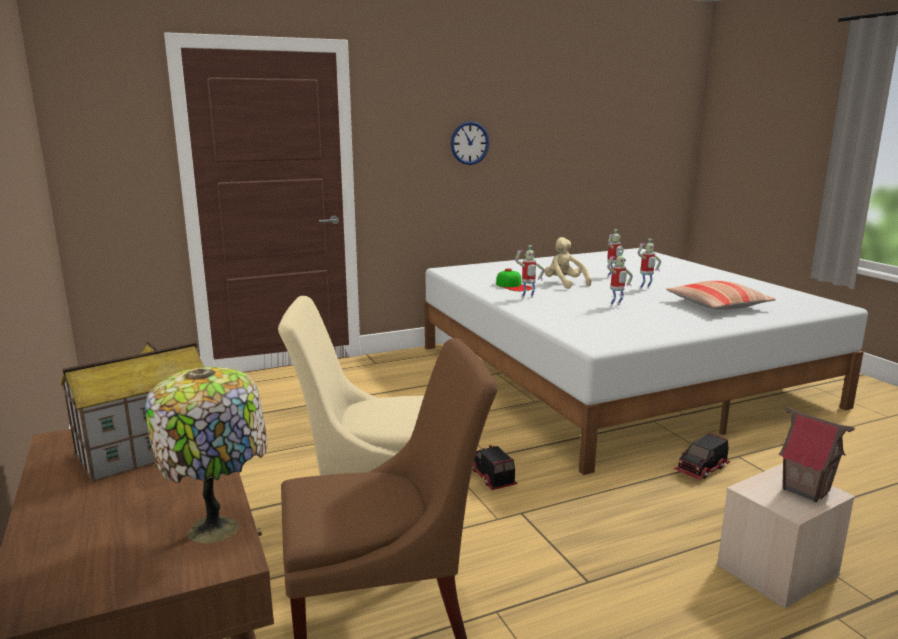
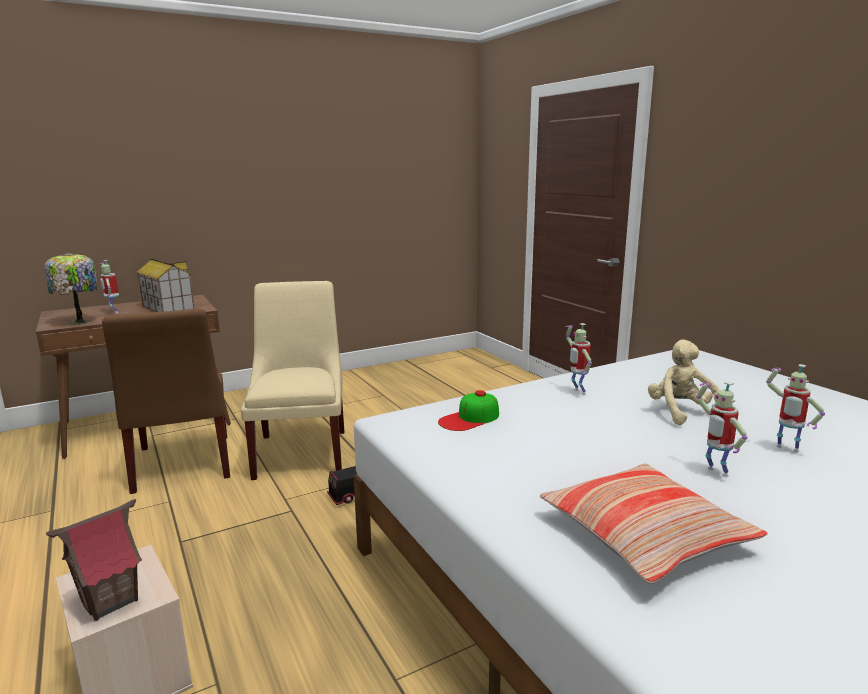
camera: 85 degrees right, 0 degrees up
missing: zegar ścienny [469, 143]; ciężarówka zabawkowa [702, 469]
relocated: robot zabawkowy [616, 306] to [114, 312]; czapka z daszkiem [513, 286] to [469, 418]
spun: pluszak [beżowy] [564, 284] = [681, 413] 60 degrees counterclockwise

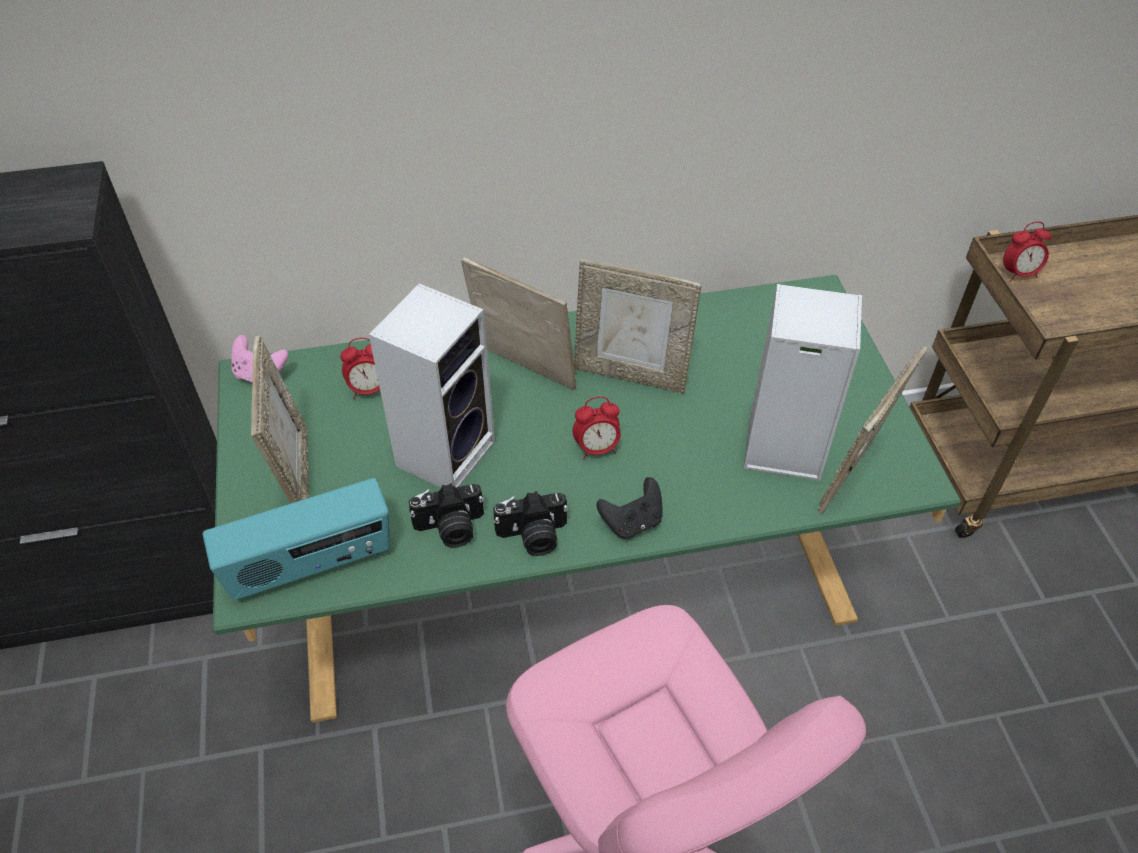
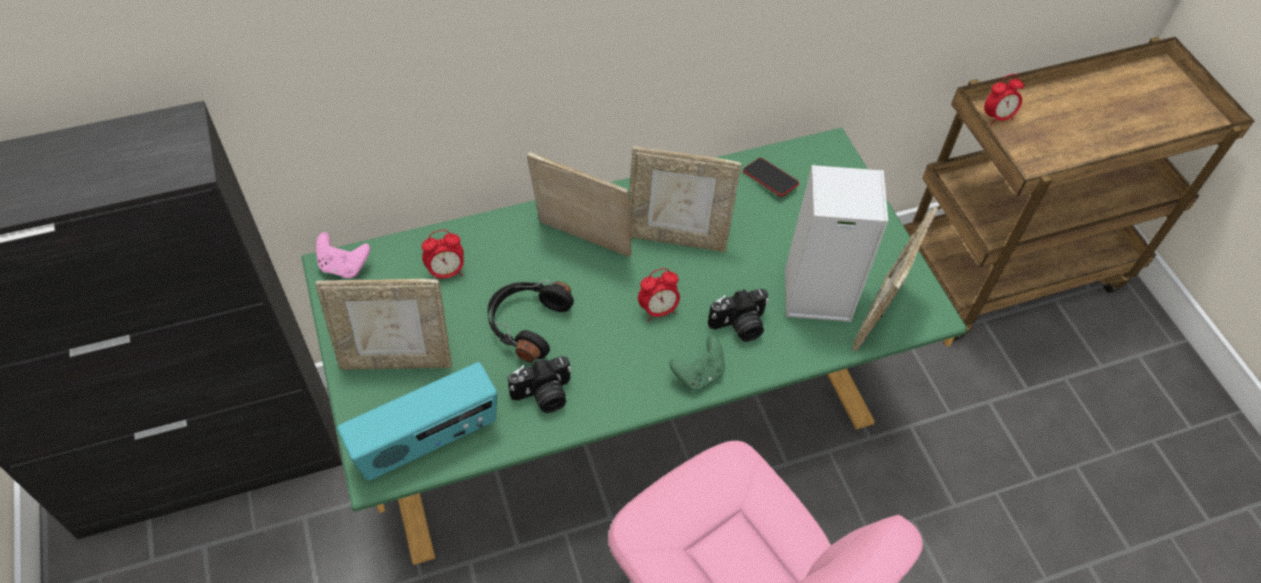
camera: 10 degrees left, 5 degrees up
appeared: telefon [770, 180]
relocated: aparat fotograficzny [533, 536] to [739, 326]
exchanged: głośnik [446, 450] to słuchawki [czarny] [526, 324]
colour: pad do gier [czarny] [632, 522] to pad do gier [zielony] [699, 374]
spun: ramka na zdjęcie [296, 476] = [397, 360] 105 degrees clockwise

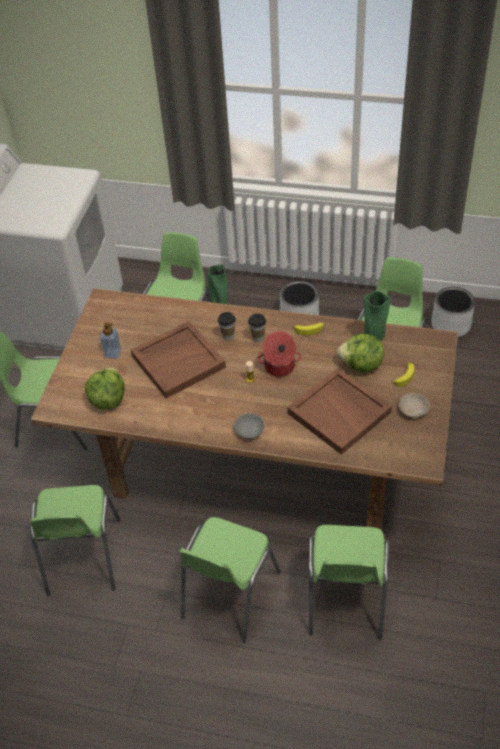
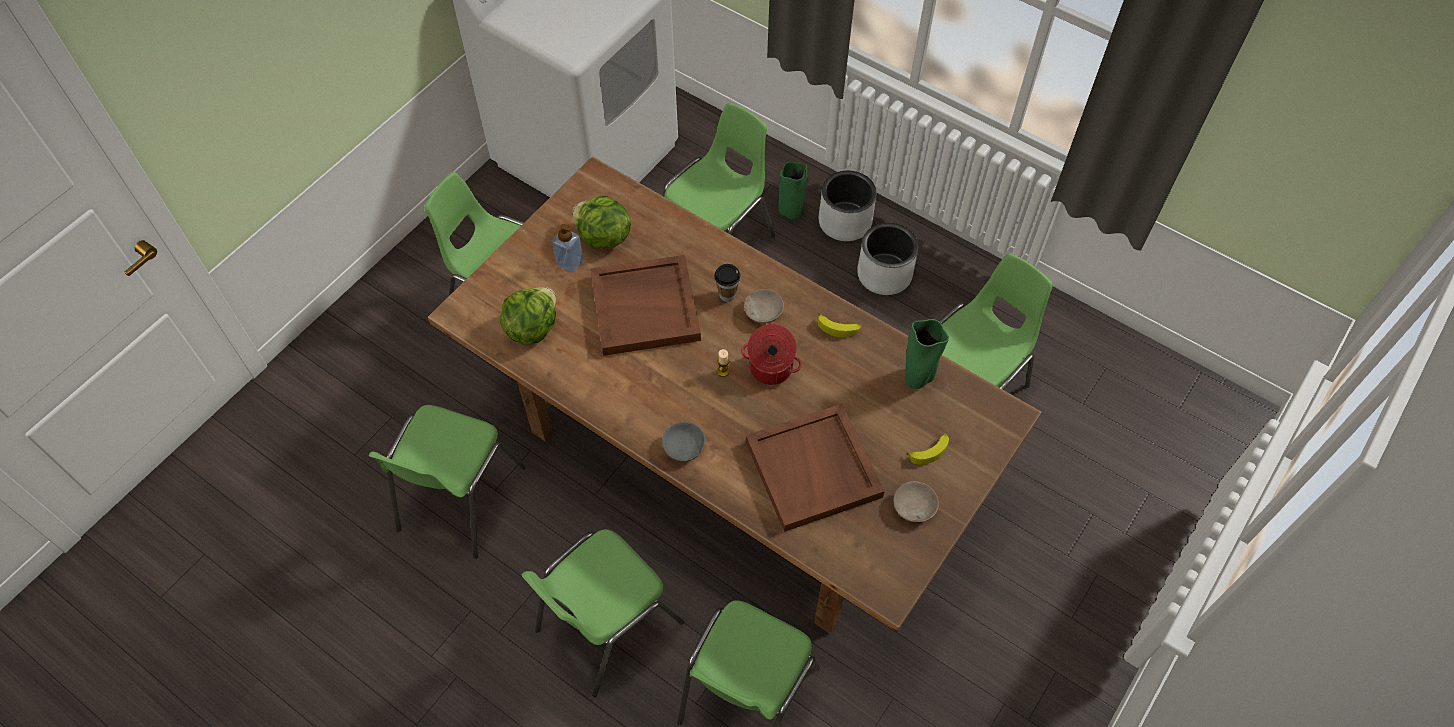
camera: 20 degrees right, 10 degrees up
relocated: donica [szary] [451, 325] to [845, 222]; sałata [361, 365] to [603, 237]
exchanged: filiżanka [258, 337] to miska [beżowy] [764, 313]

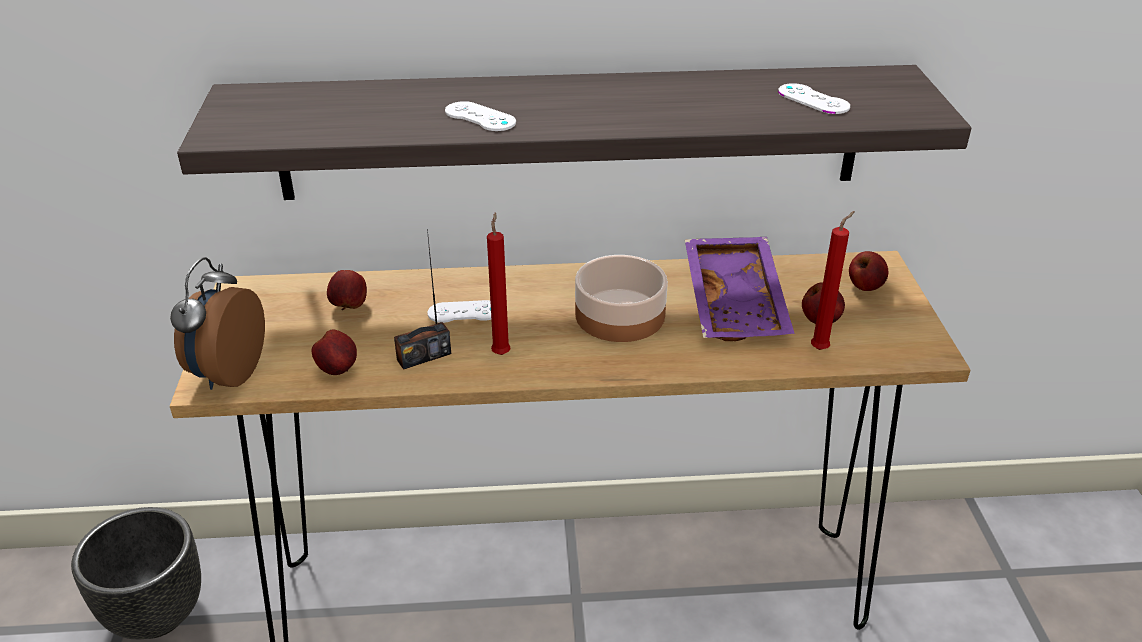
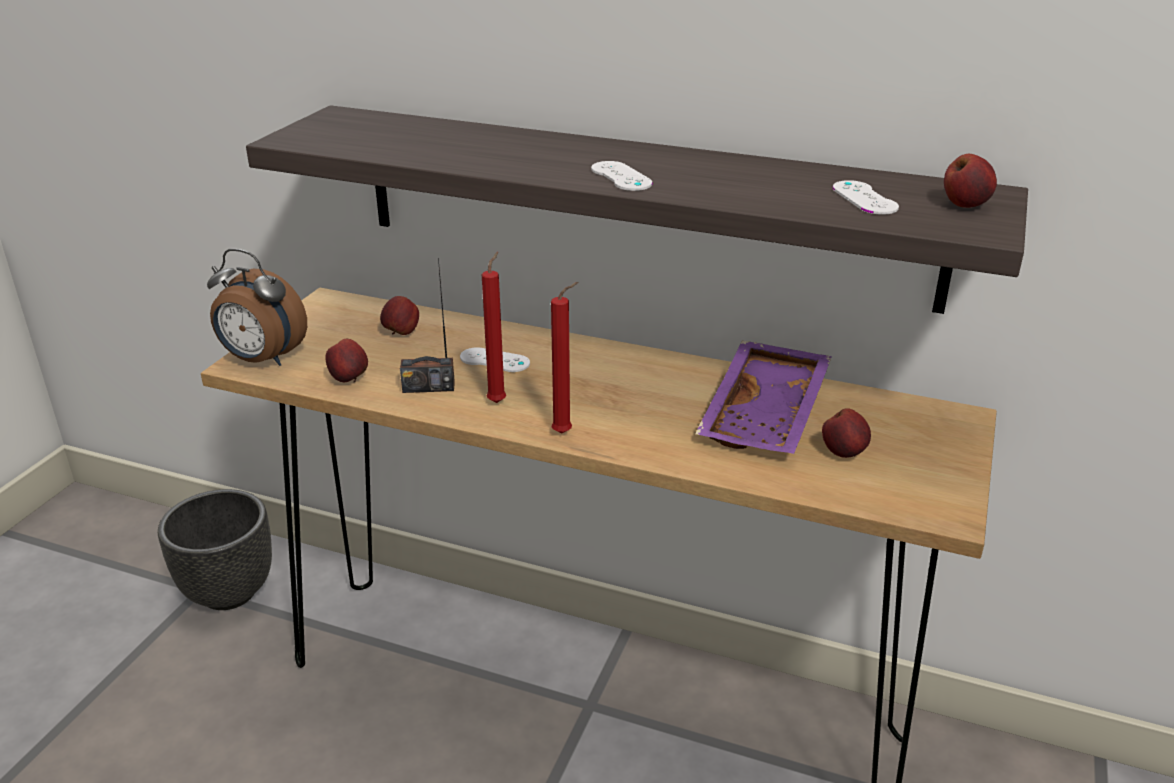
camera: 25 degrees right, 5 degrees down
missing: miska [619, 314]
relocated: pad do gier [biały] [480, 117] to [621, 176]; świeca [czerwony] [821, 348] to [565, 433]; jabłko [865, 287] to [965, 205]
spun: budzik [226, 373] = [262, 360] 105 degrees counterclockwise

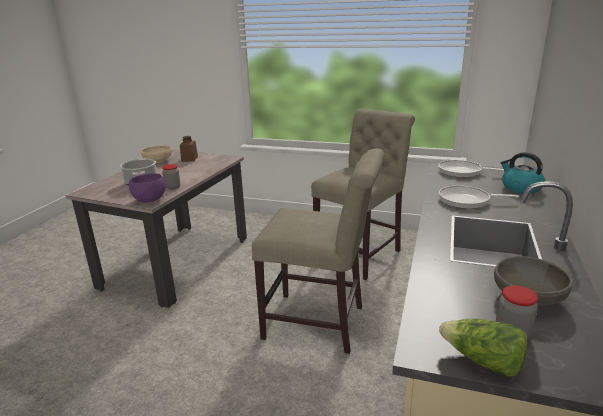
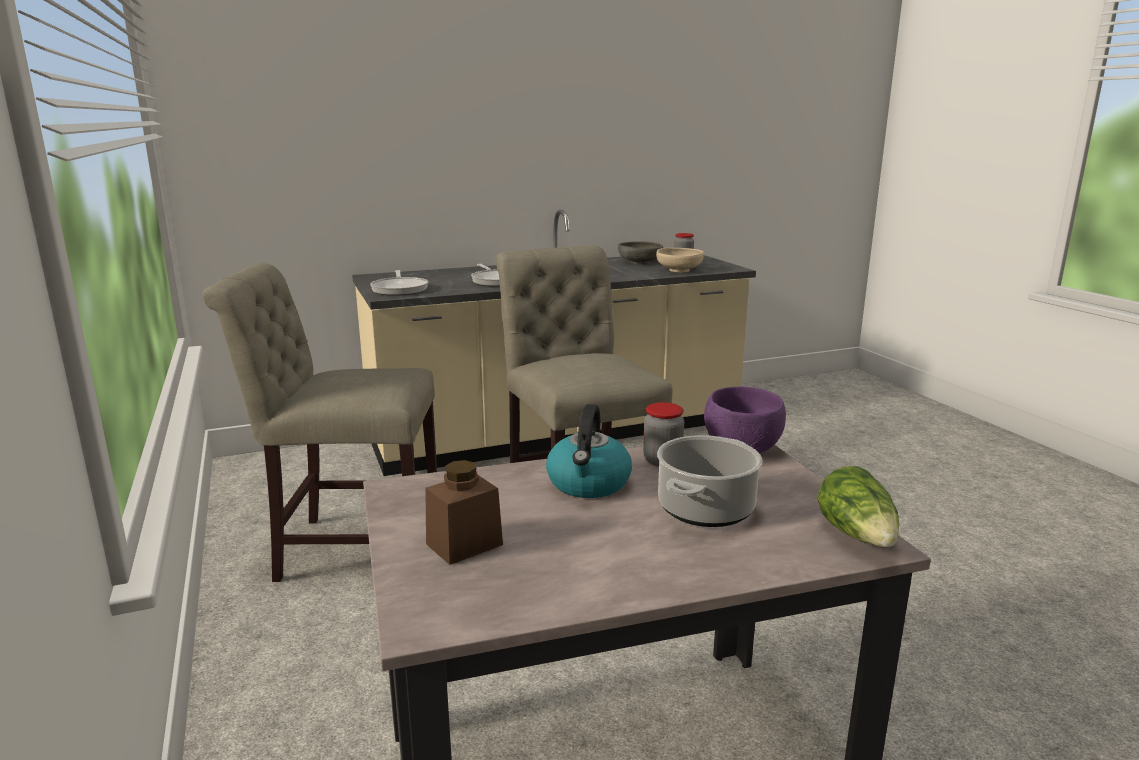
camera: 130 degrees left, 5 degrees down
relocated: miska [beżowy] [158, 161] to [679, 270]; czajnik [520, 188] to [589, 484]; sałata [482, 361] to [858, 536]

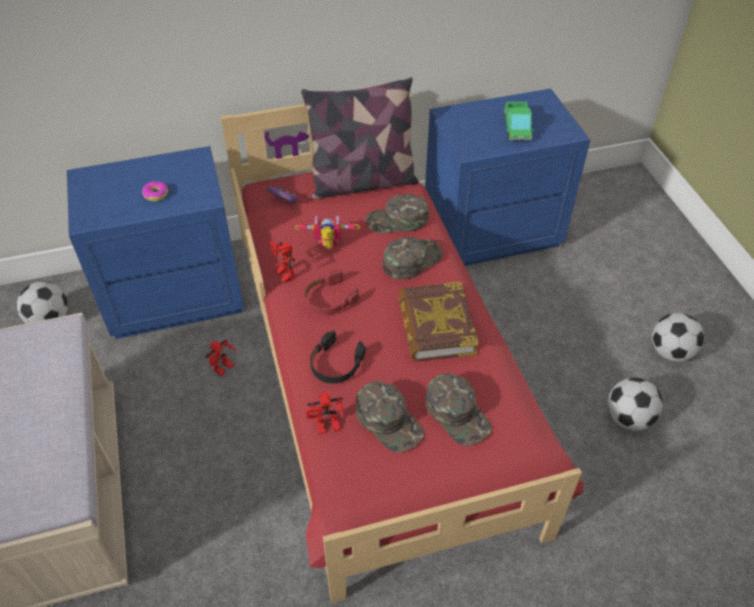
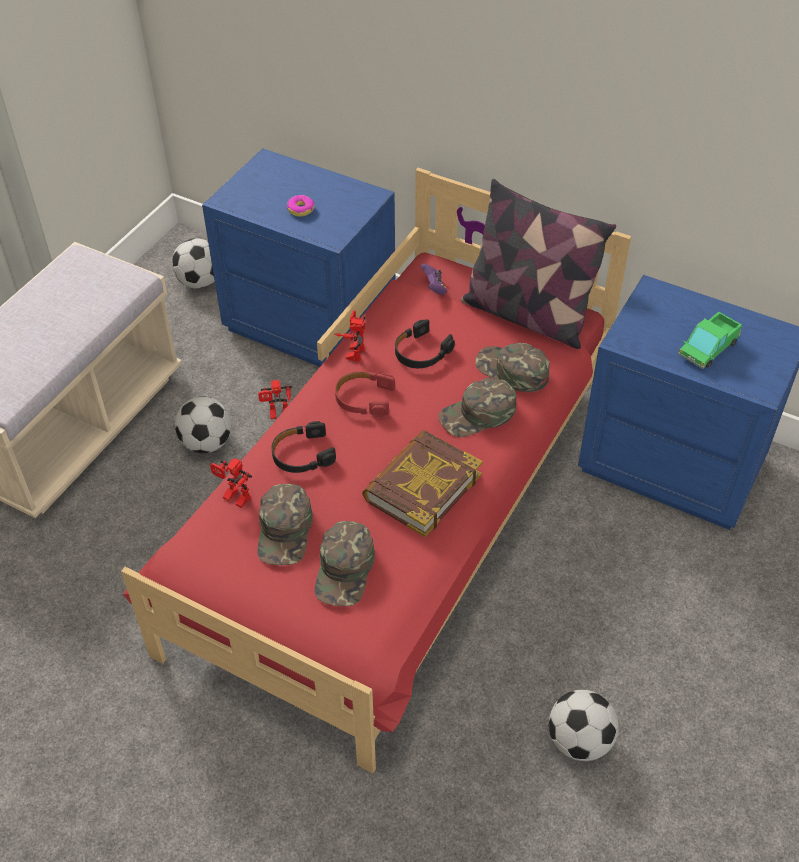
camera: 45 degrees right, 0 degrees up
relocated: piłka futbolowa [671, 352] to [207, 443]
exchanged: robot zabawkowy [328, 245] to słuchawki [czarny] [421, 352]
spun: czapka z daszkiem [zielony] [411, 259] = [478, 415] 150 degrees clockwise

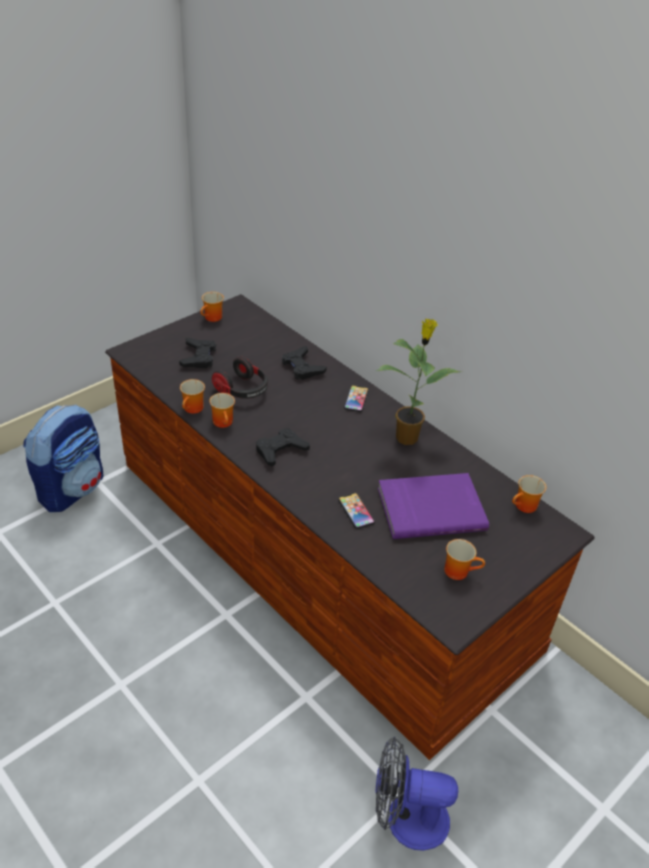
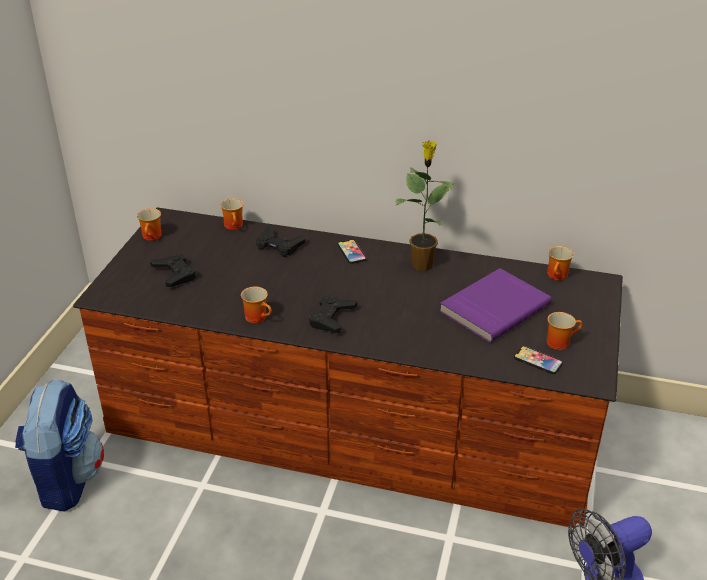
camera: 30 degrees left, 5 degrees down
missing: słuchawki [242, 390]
relocated: kubek [194, 409] to [235, 226]; telefon [356, 511] to [538, 361]

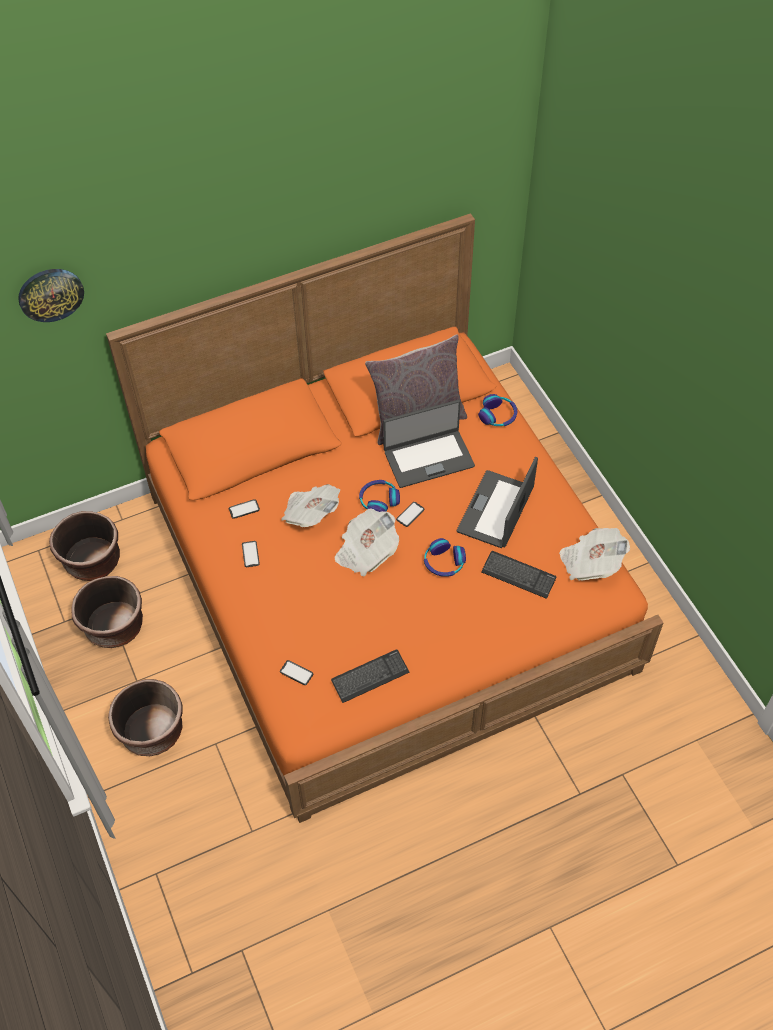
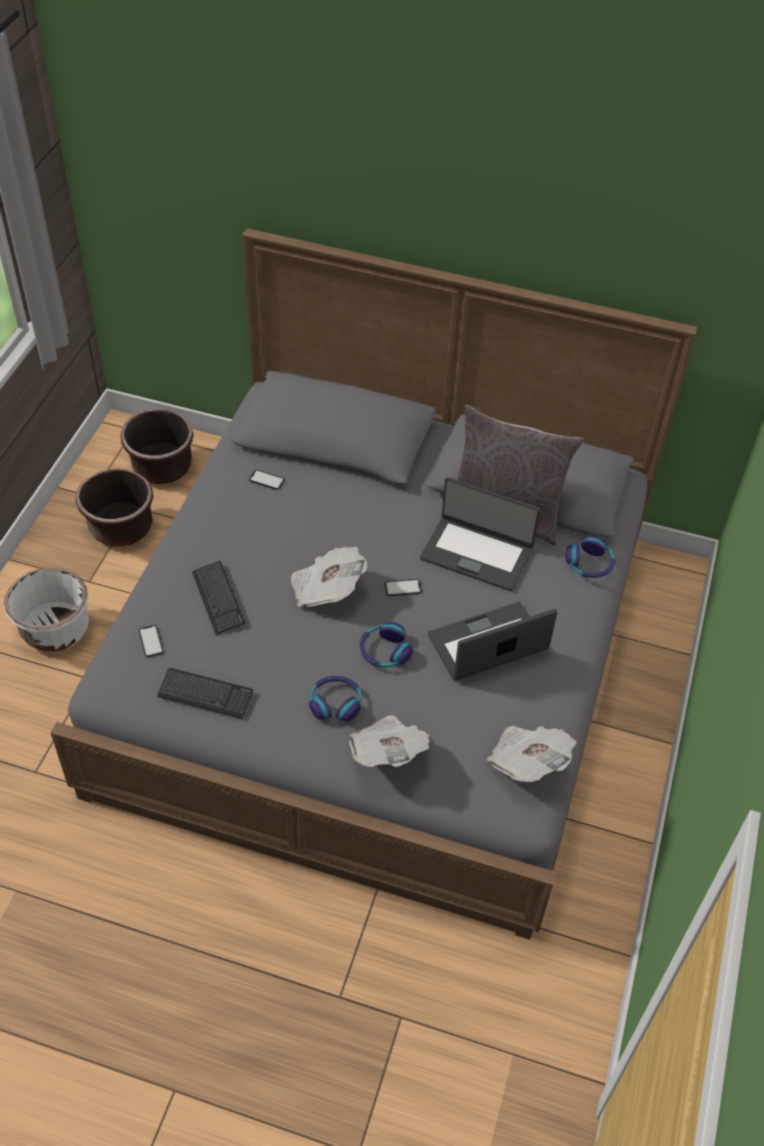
camera: 40 degrees right, 5 degrees down
missing: zegar ścienny [50, 294]; telefon [250, 554]
relocated: słuchawki [379, 500] to [335, 703]; gazeta [311, 514] to [388, 752]; klawiatura [518, 575] to [218, 598]
colour: łóżko [pomarańczowy] [386, 579] to łóżko [szary] [378, 659]; donica [brązowy] [152, 732] to donica [biały] [55, 629]

